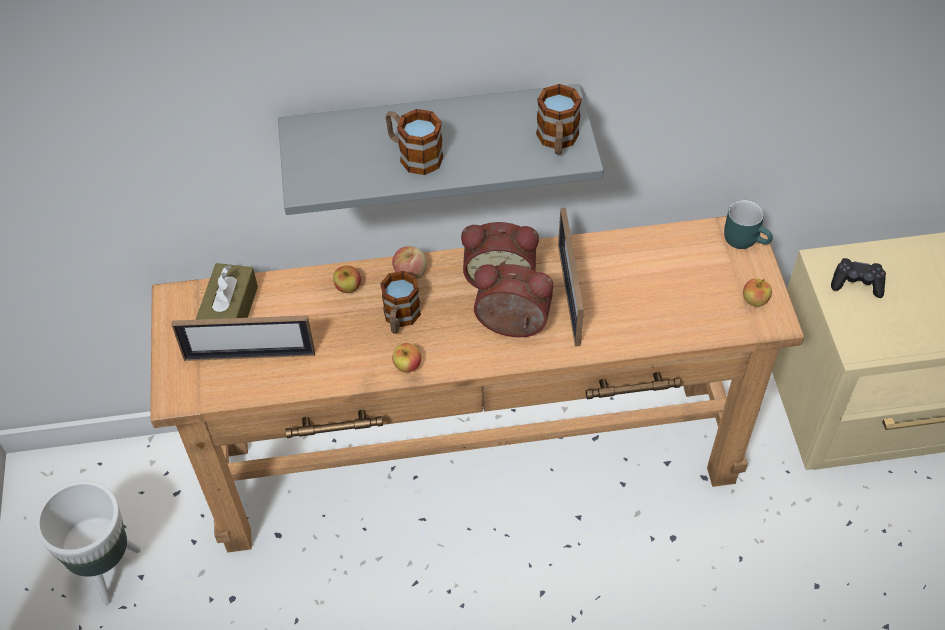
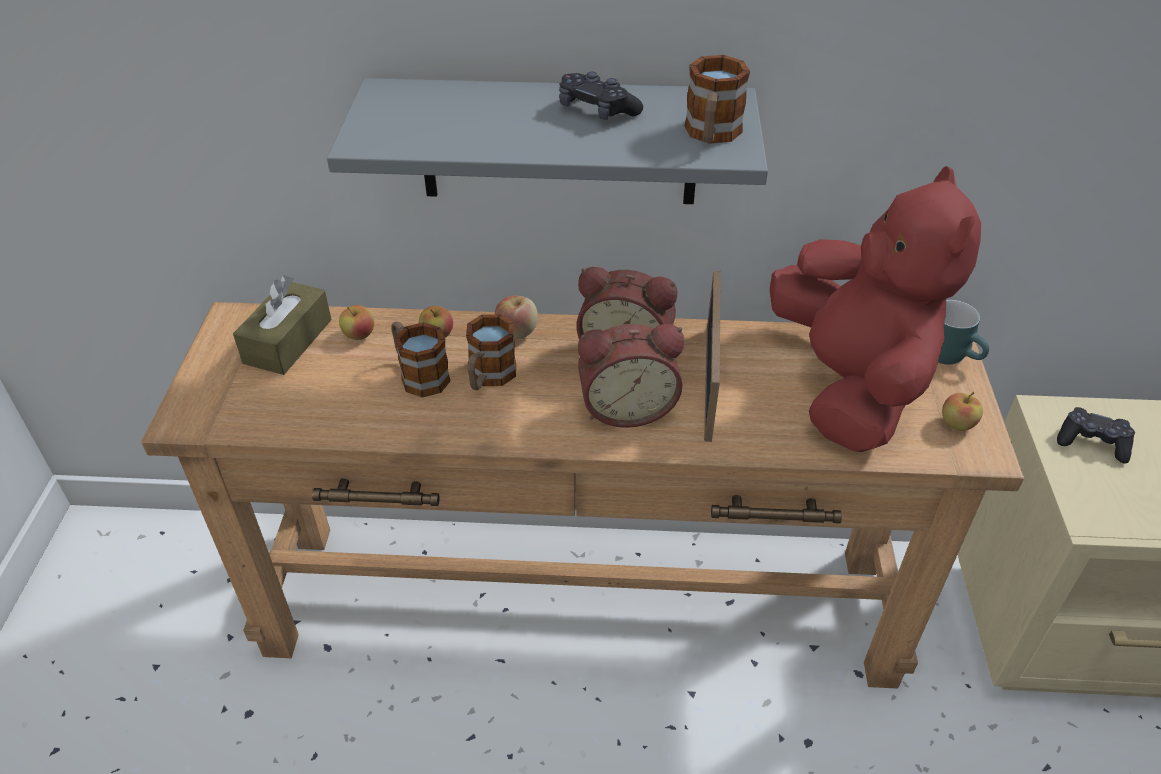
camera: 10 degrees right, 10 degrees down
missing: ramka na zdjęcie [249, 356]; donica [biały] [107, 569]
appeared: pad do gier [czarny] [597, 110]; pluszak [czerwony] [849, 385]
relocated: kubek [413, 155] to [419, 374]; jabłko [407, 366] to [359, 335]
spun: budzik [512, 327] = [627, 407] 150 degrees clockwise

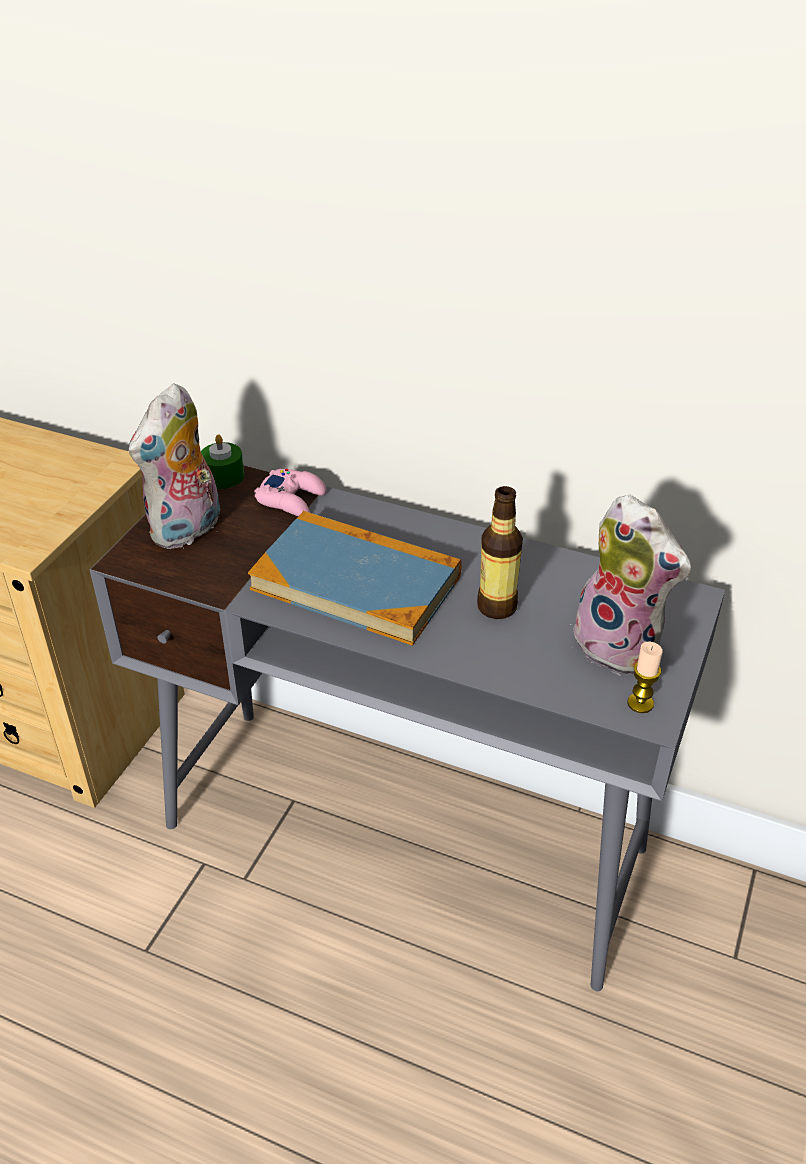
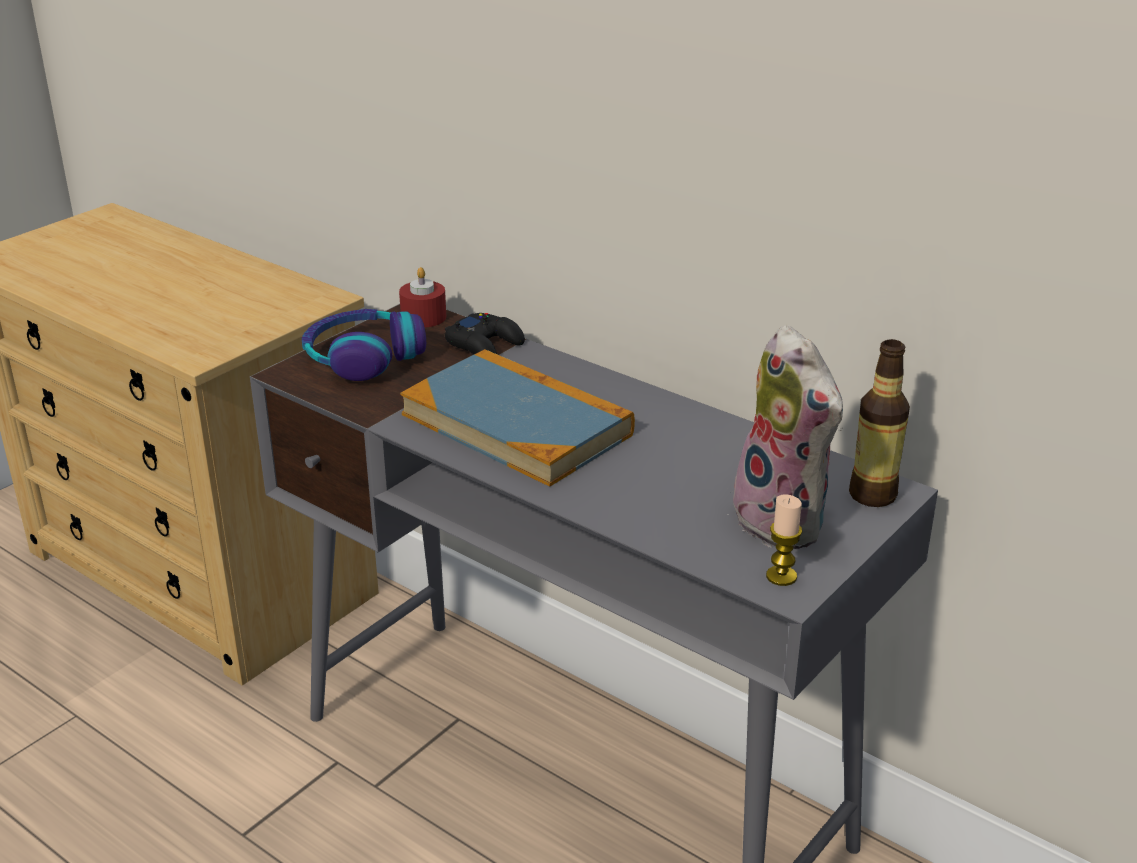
camera: 15 degrees right, 10 degrees down
relocated: butelka [496, 607] to [872, 495]
exchanged: pluszak [187, 530] to słuchawki [363, 357]
colour: świeca [zielony] [223, 476] to świeca [czerwony] [423, 317]; pad do gier [różowy] [292, 499] to pad do gier [czarny] [485, 345]

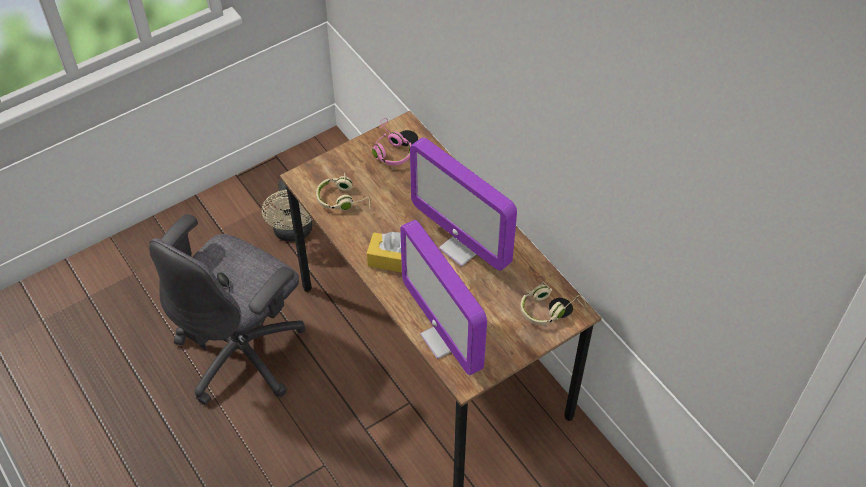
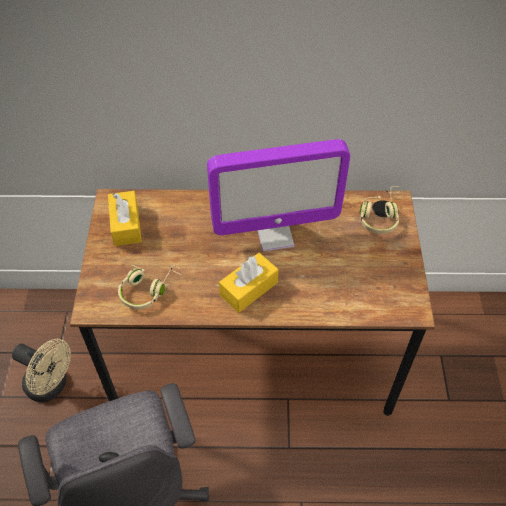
camera: 55 degrees left, 0 degrees up
missing: monitor [444, 338]
exchanged: słuchawki [różowy] [390, 149] to pudełko chusteczek [żółty] [126, 225]

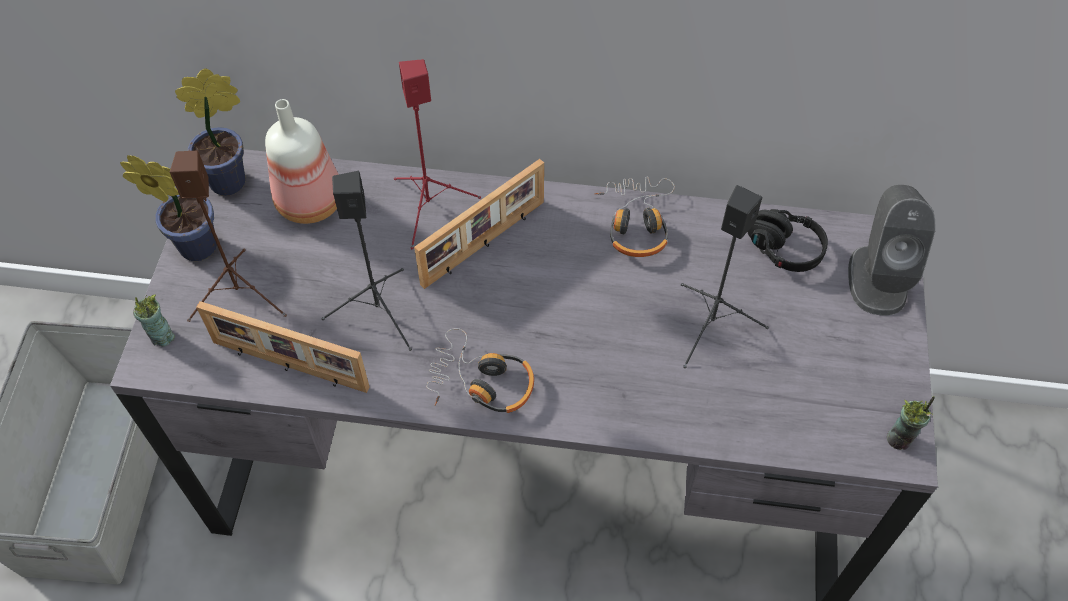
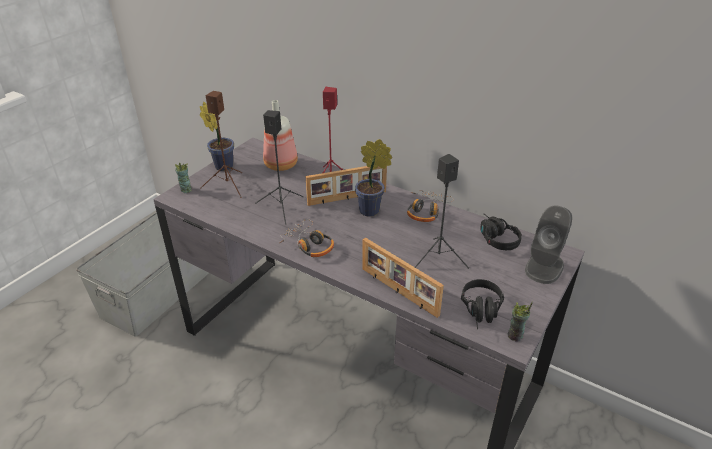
camera: 25 degrees right, 20 degrees down
appeared: słuchawki [czarny] [482, 313]
relocated: roślina doniczkowa [233, 181] to [372, 211]; ramka na zdjęcie [289, 367] to [398, 292]

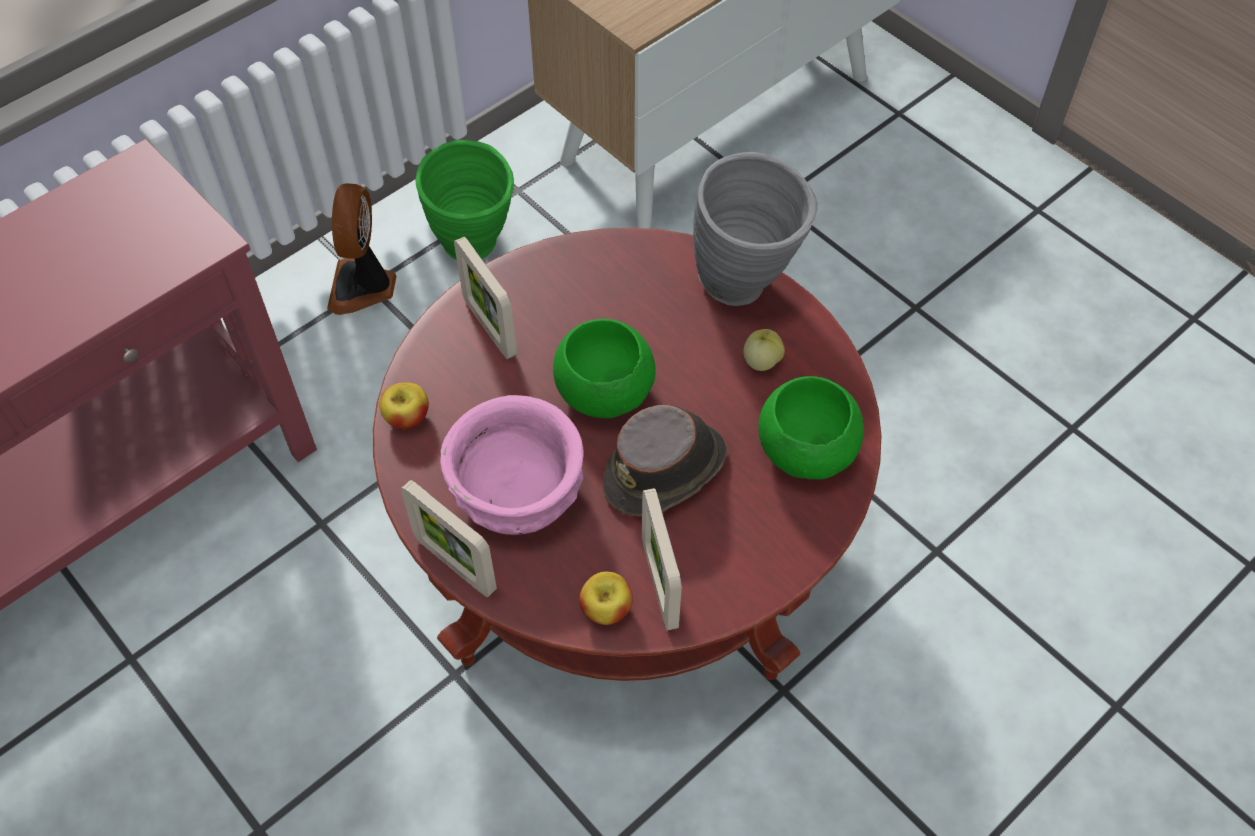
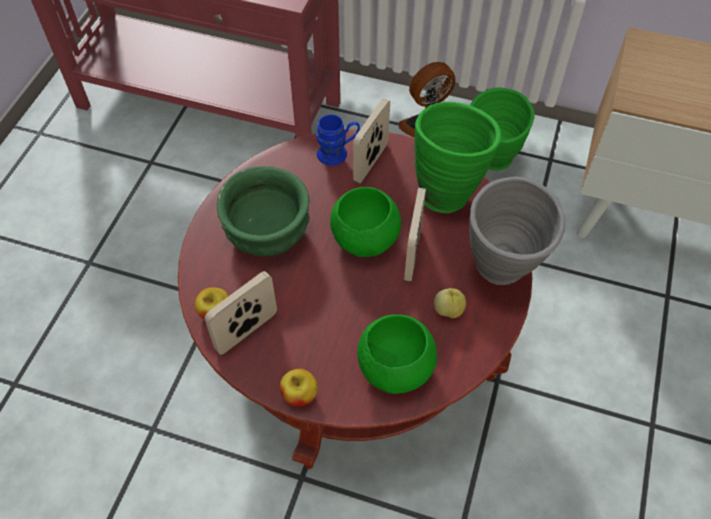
camera: 60 degrees right, 0 degrees up
missing: kapelusz [brązowy] [666, 469]
appeared: wazon [zielony] [447, 190]; kubek [niebieski] [338, 153]
relocated: jabłko [407, 418] to [299, 395]; ramka na zdjęcie [455, 565] to [412, 255]
colour: miska [różowy] [519, 492] to miska [zielony] [268, 232]

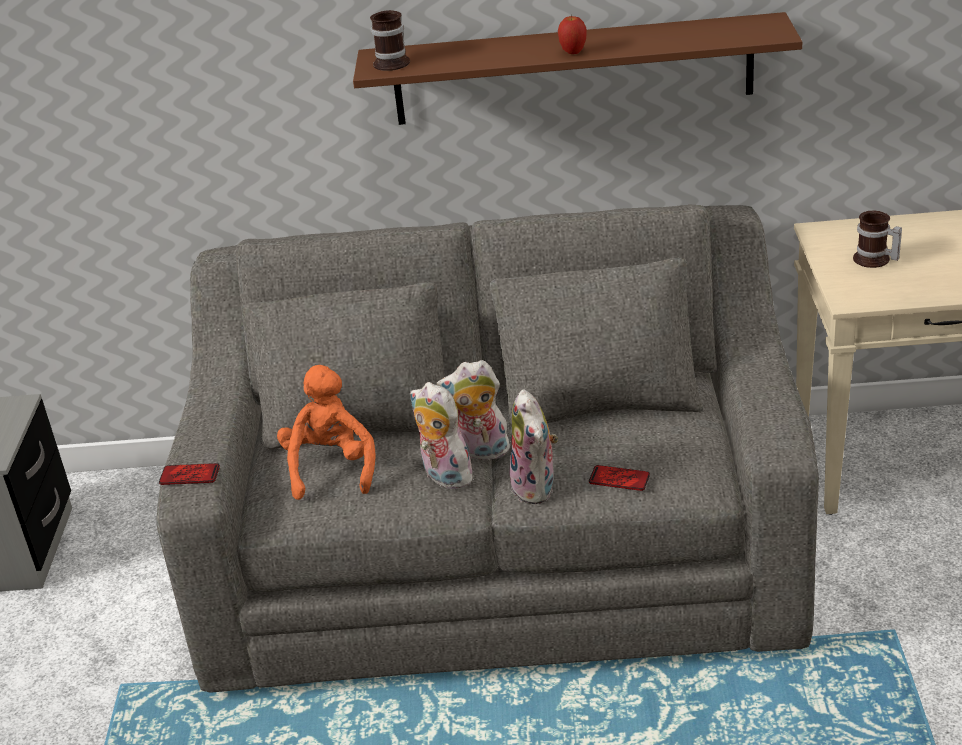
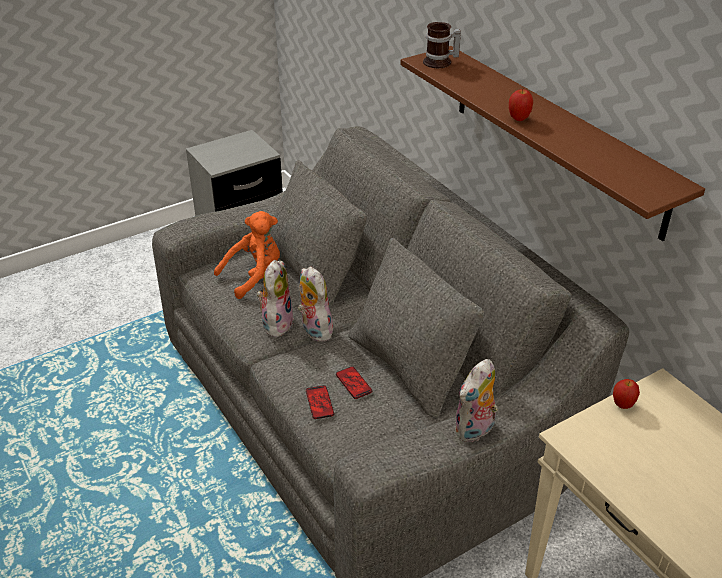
camera: 55 degrees right, 5 degrees up
missing: kubek [874, 260]
appeared: jabłko [622, 405]
relocated: pluszak [537, 488] to [475, 431]; telefon [189, 475] to [353, 383]

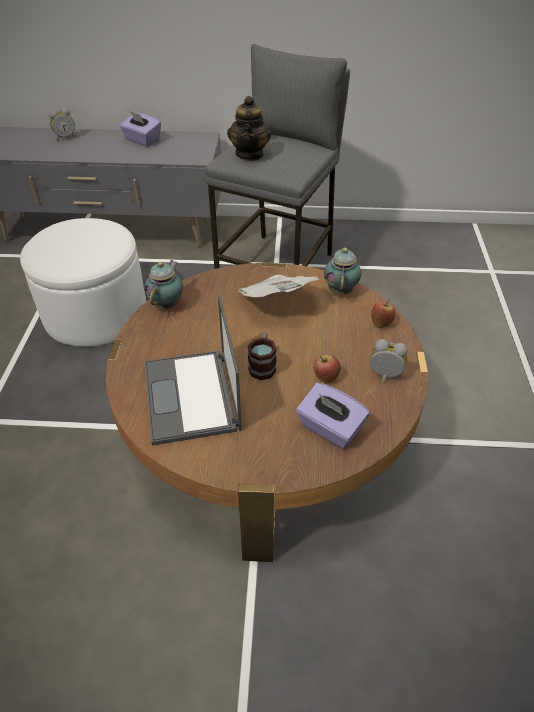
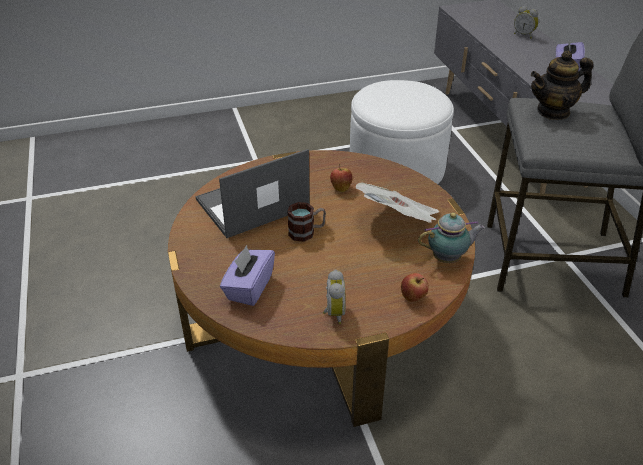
camera: 70 degrees right, 5 degrees down
missing: imbryk [168, 304]
relocated: jabłko [325, 378] to [341, 188]

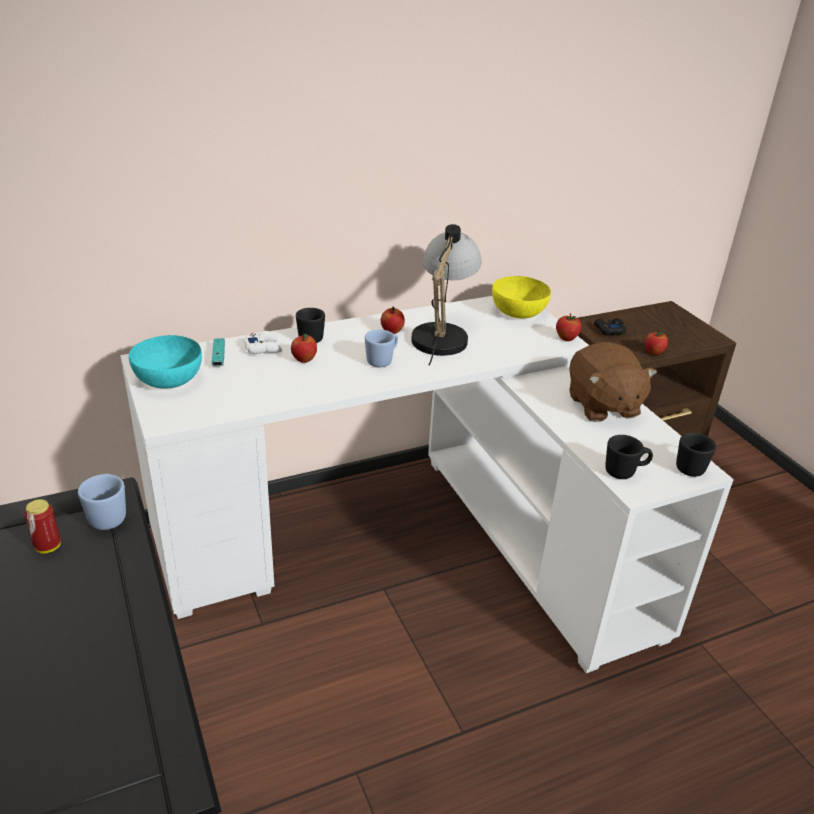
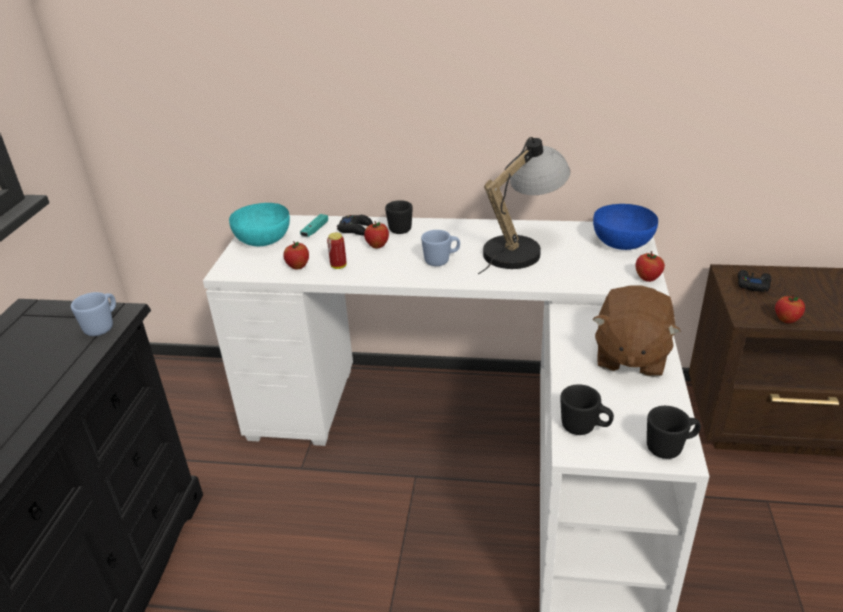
camera: 35 degrees right, 0 degrees up
relocated: jabłko [392, 331] to [298, 266]; puszka [48, 547] to [338, 266]
colour: miska [żółty] [517, 311] to miska [niebieski] [622, 242]; pad do gier [biały] [263, 348] to pad do gier [czarny] [356, 229]

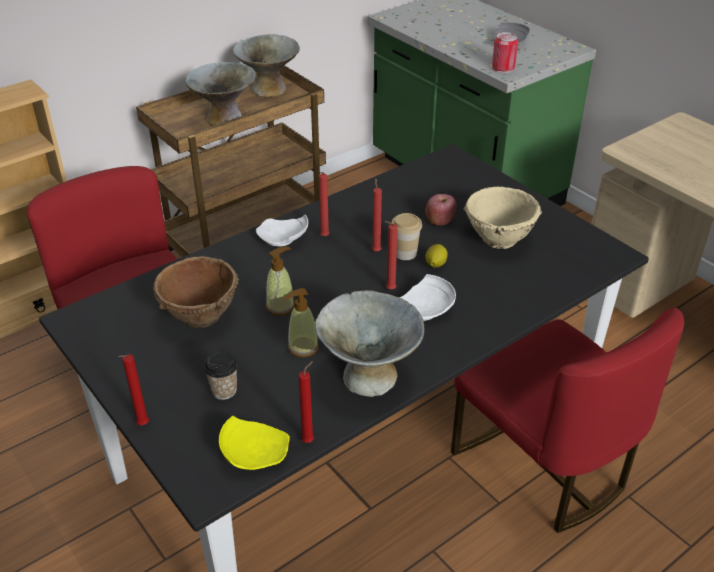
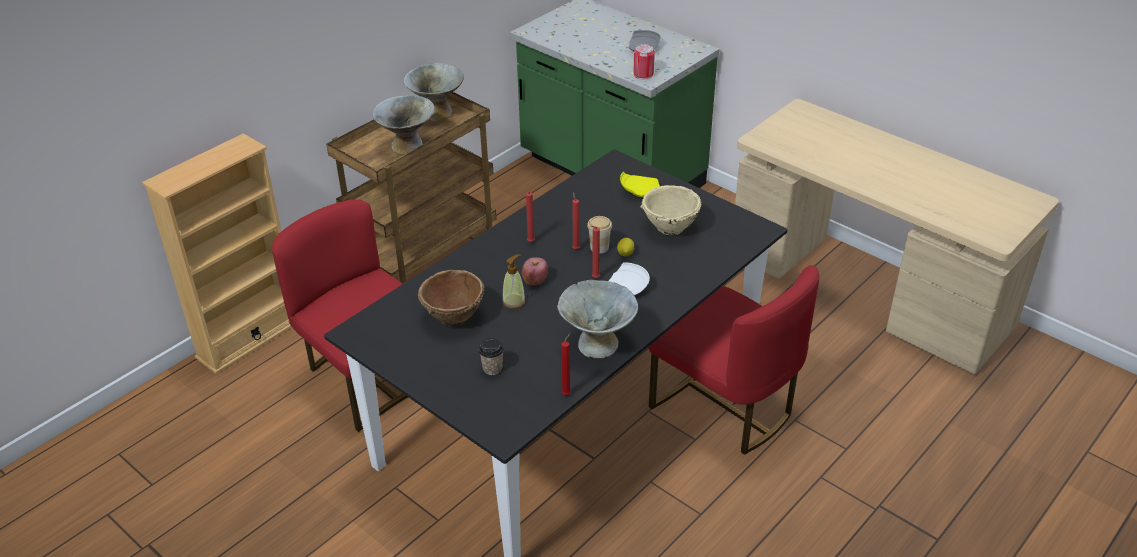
camera: 10 degrees left, 0 degrees up
missing: talerz [biały] [283, 239]; dozownik mydła [303, 347]; świeca [czerwony] [141, 425]
relocated: jabłko [439, 221] to [535, 281]; talerz [żółty] [254, 452] to [638, 191]

